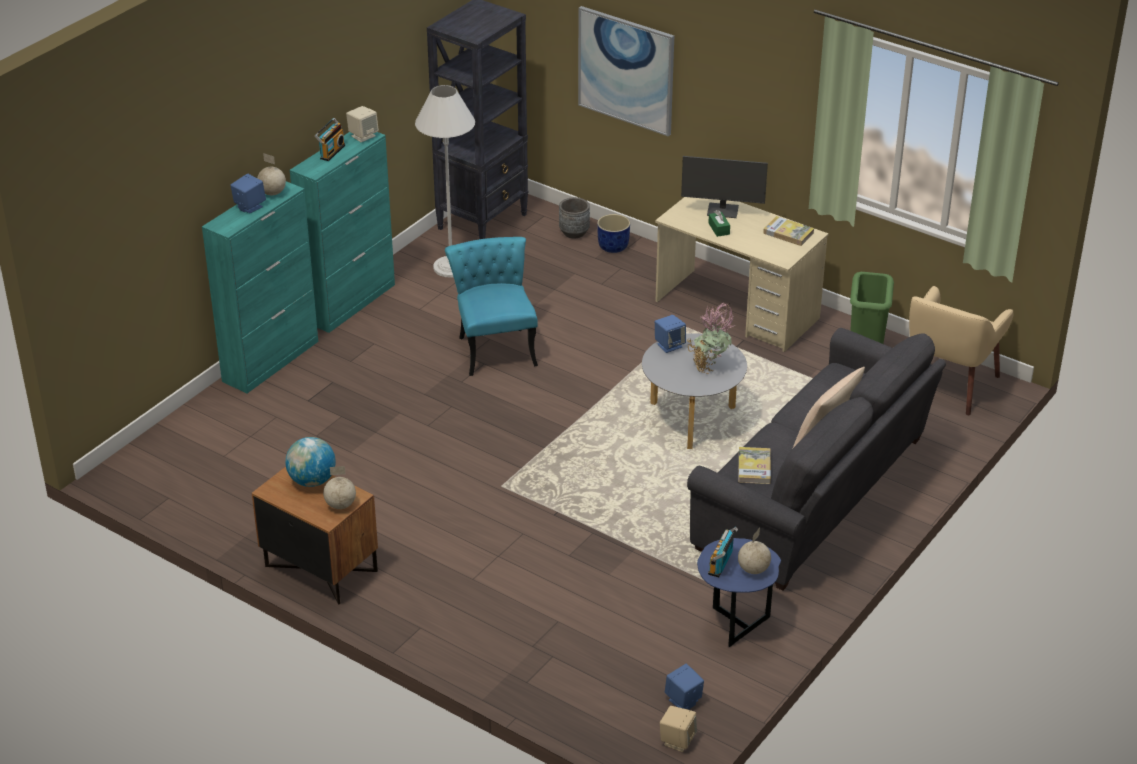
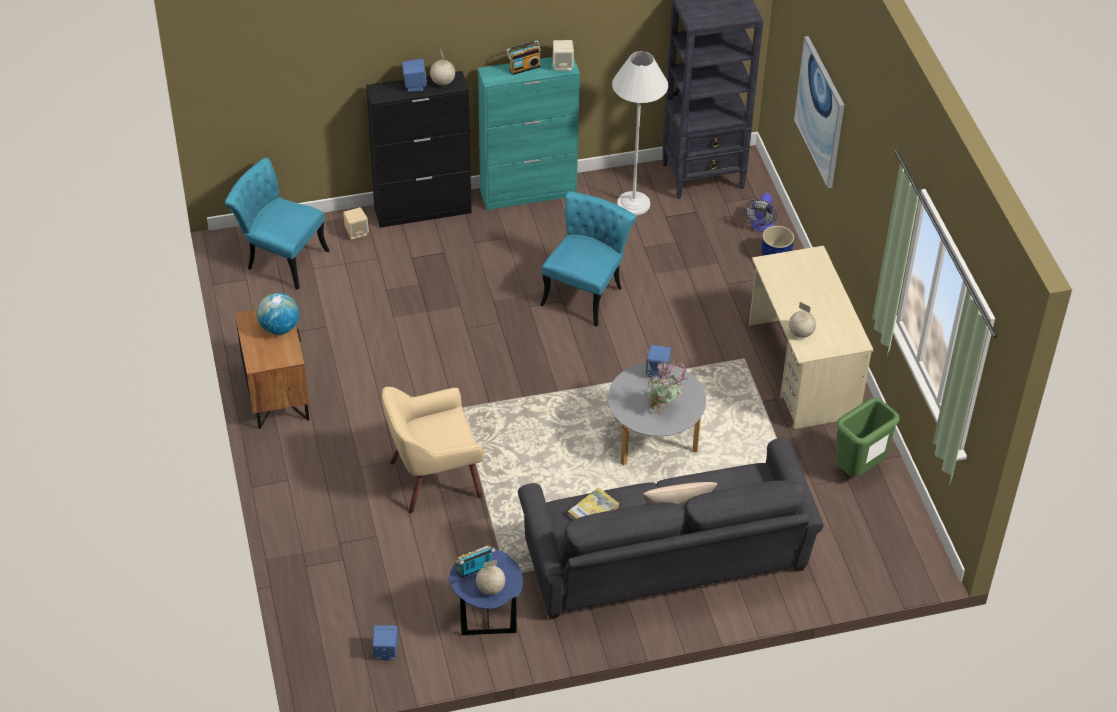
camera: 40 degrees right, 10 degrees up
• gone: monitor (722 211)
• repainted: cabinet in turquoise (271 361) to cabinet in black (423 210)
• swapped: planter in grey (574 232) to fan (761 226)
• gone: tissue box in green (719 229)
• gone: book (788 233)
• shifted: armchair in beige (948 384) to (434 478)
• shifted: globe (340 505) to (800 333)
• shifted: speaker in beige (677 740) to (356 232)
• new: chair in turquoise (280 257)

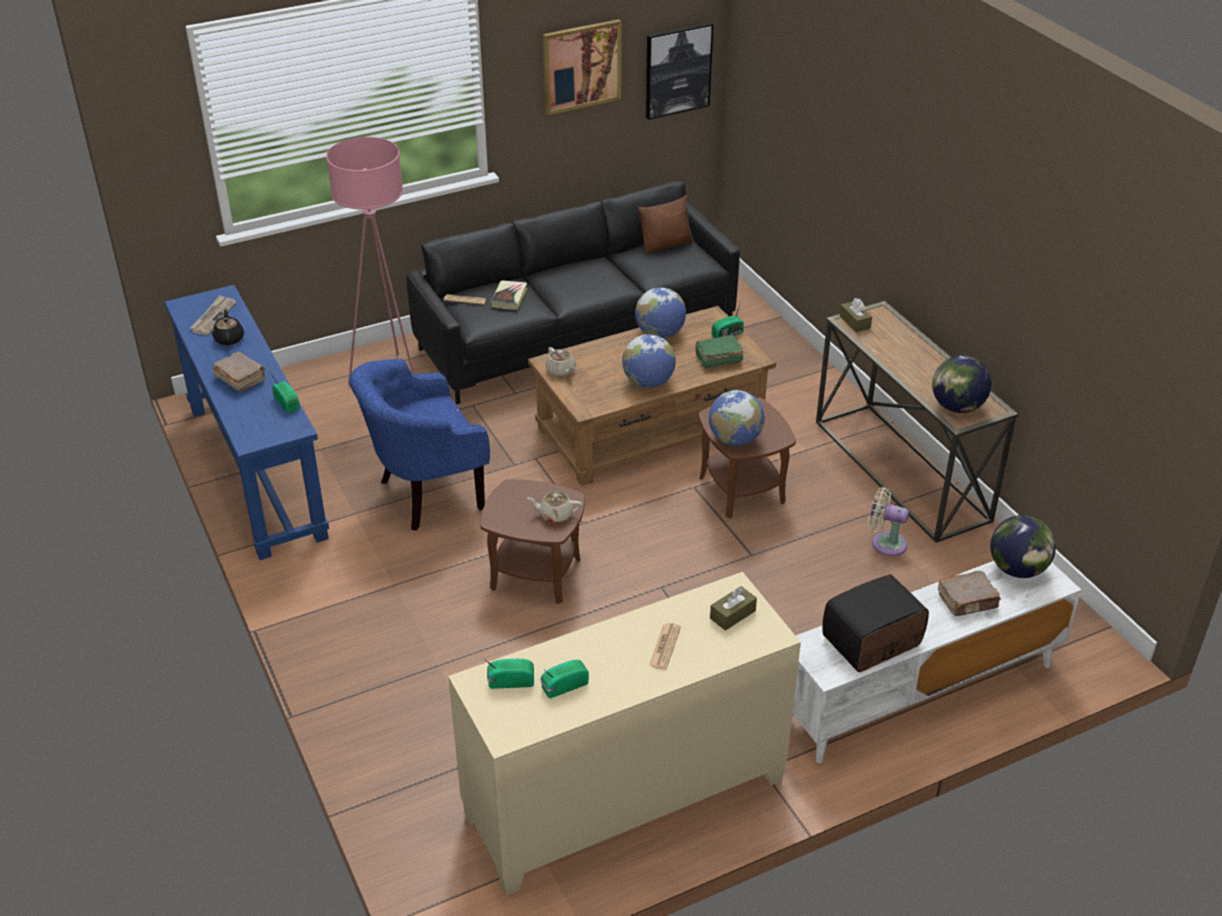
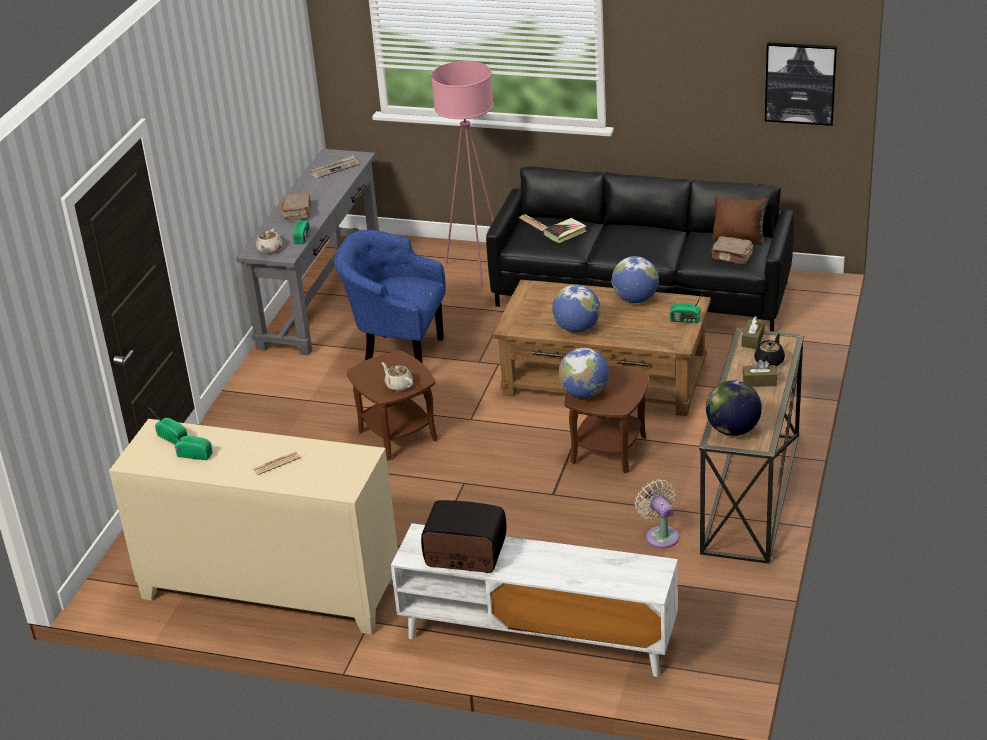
camera: 45 degrees right, 5 degrees down
• gone: picture (581 66)
• repainted: console table in blue (256 471) to console table in grey (321 296)
• shifted: teapot in black (229 338) to (769 361)
• gone: book in green (718 359)
• shifted: teapot in beige (561 371) to (269 250)
• gone: globe (1017 569)
• shifted: book in brown (968 601) to (732 257)
• shifted: tissue box in brown (732 614) to (759 381)

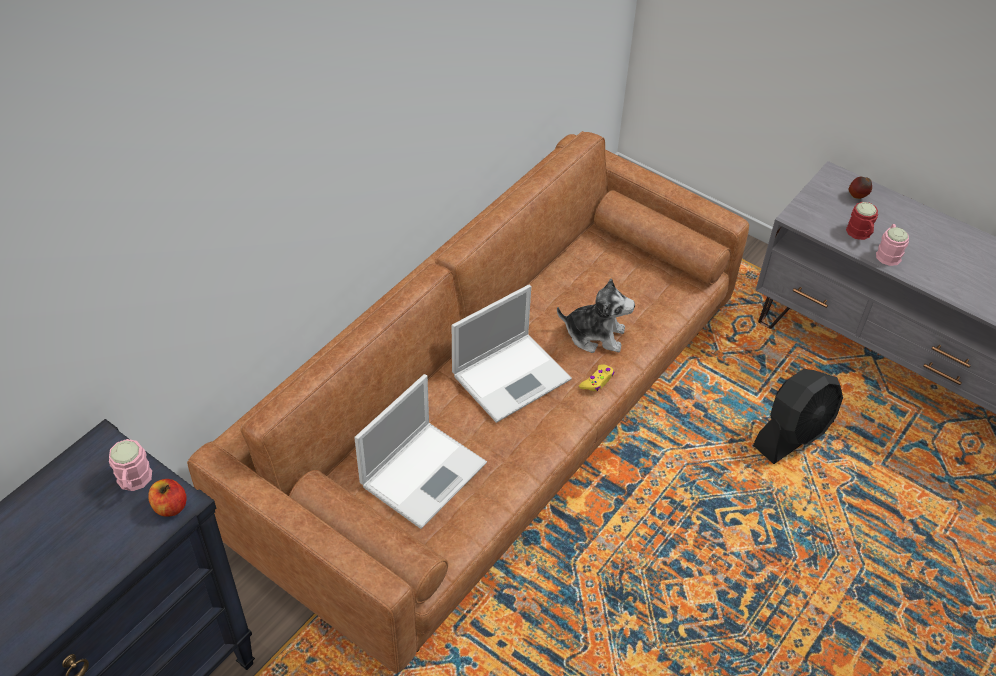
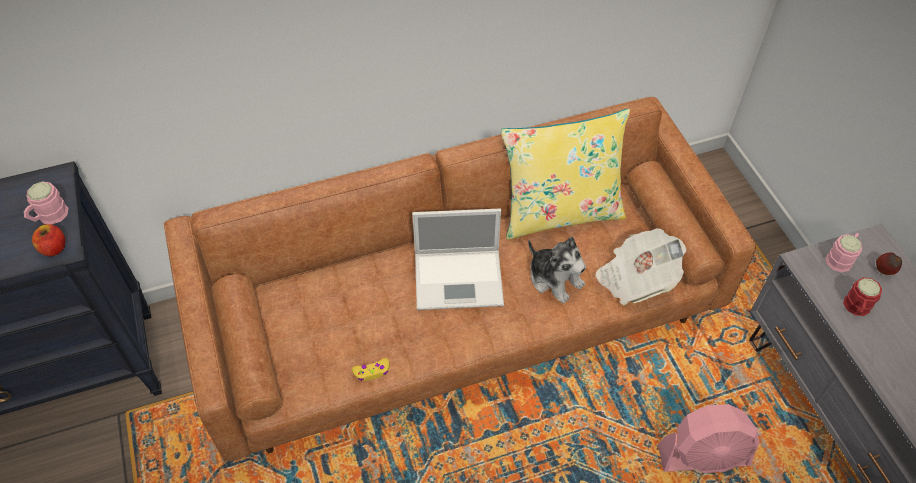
camera: 35 degrees right, 5 degrees up
• shifted: mug in pink (888 253) to (841 258)
• shifted: game controller in yellow (597 381) to (372 372)
• repainted: fan in black (793 434) to fan in pink (703 456)
• gone: laptop (424 472)
• new: pillow in yellow (560 212)
• new: newspaper (636 278)

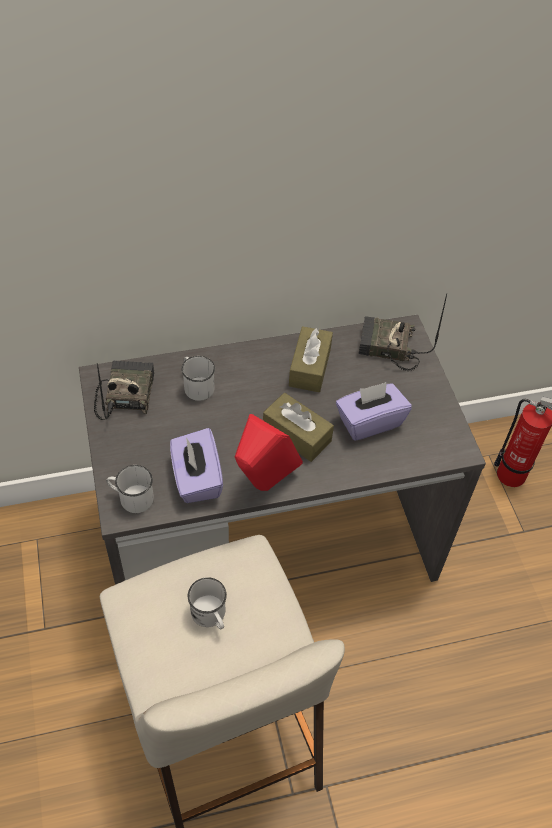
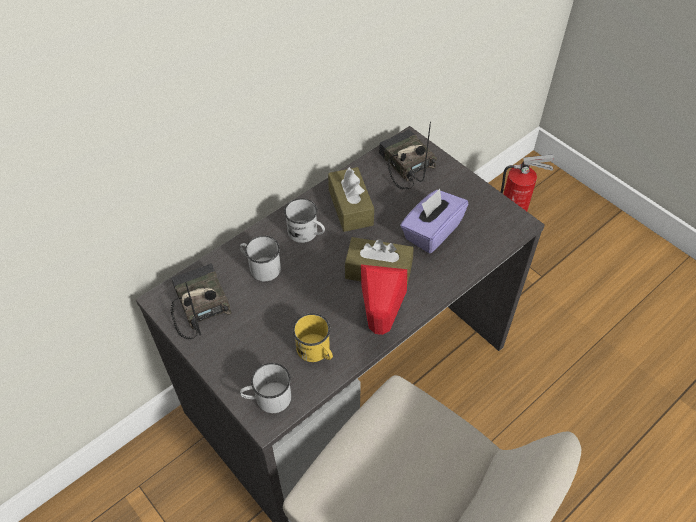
camera: 25 degrees left, 0 degrees up
• rotated: radio (387 349) = (404 164) 75 degrees clockwise
• swapped: tissue box in purple (196 479) to mug in yellow (316 352)
• shifted: mug in white (211 616) to (306 233)

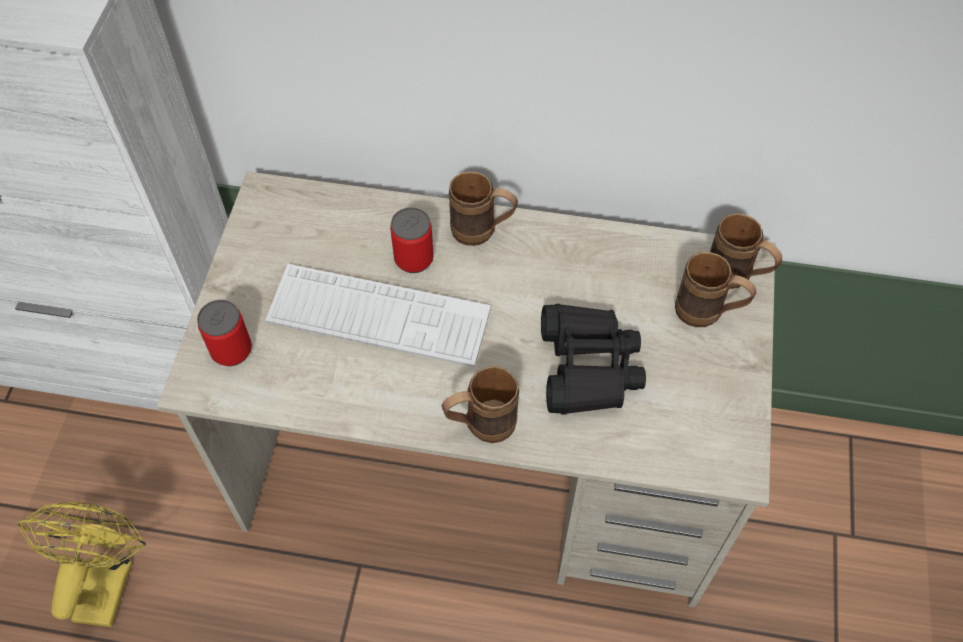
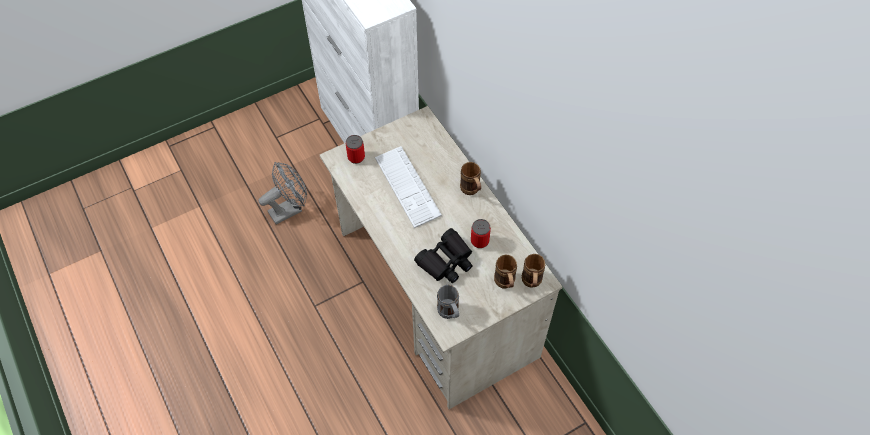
camera: 50 degrees right, 0 degrees up
• shifted: can (413 259) to (479 241)
• gone: mug in brown (480 426)
• repainted: fan in yellow (107 580) to fan in grey (289 209)
• new: mug in grey (449 314)

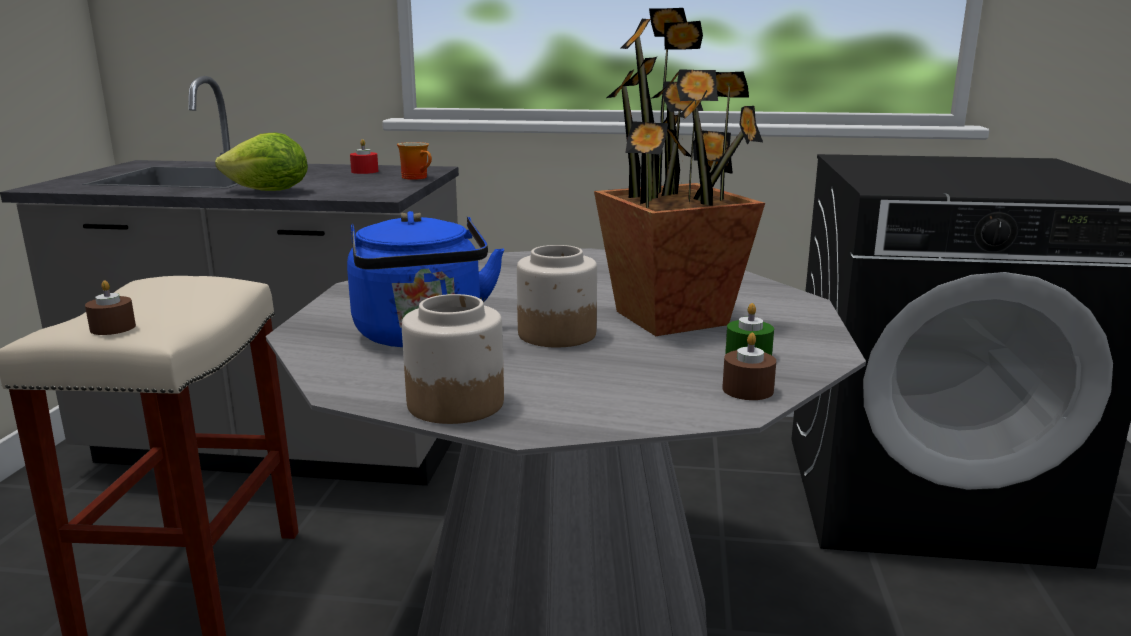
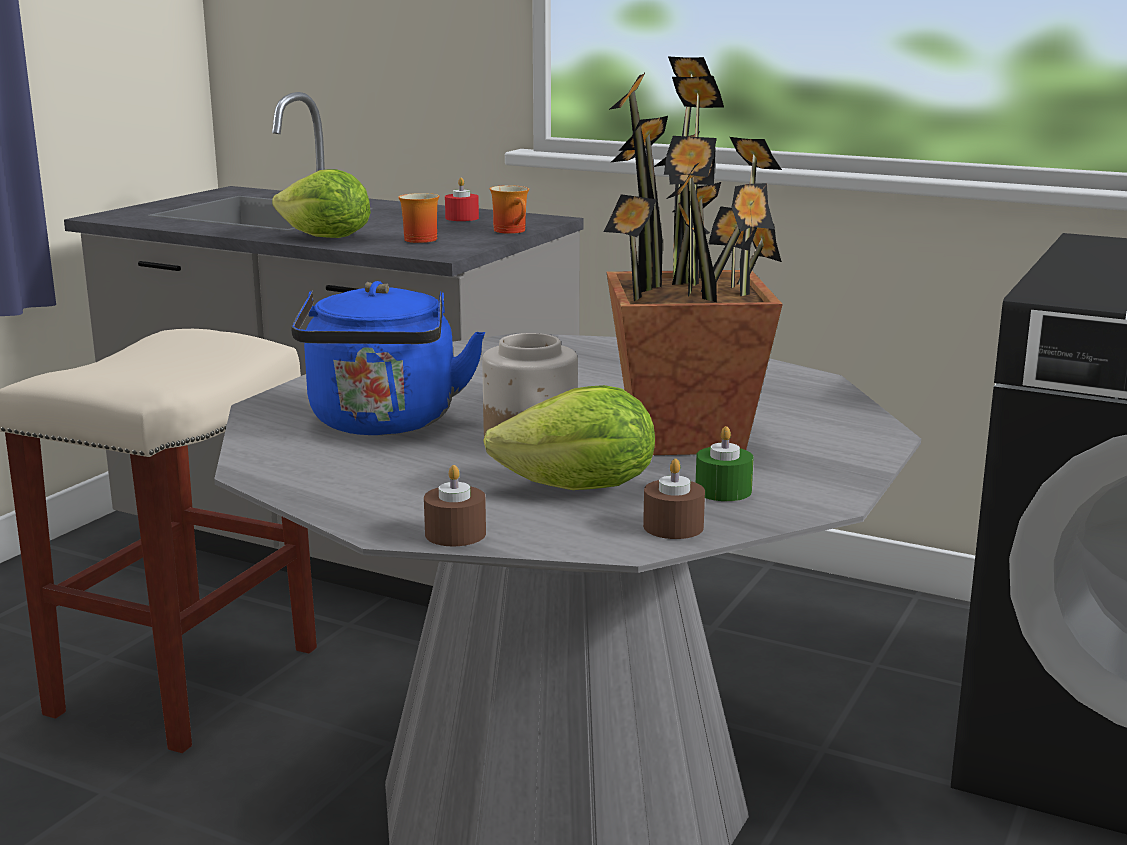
camera: 20 degrees right, 0 degrees up
• shifted: candle in brown (113 328) to (455 534)
• gone: jar (456 403)
• new: mug (417 239)
• new: lettuce (580 489)

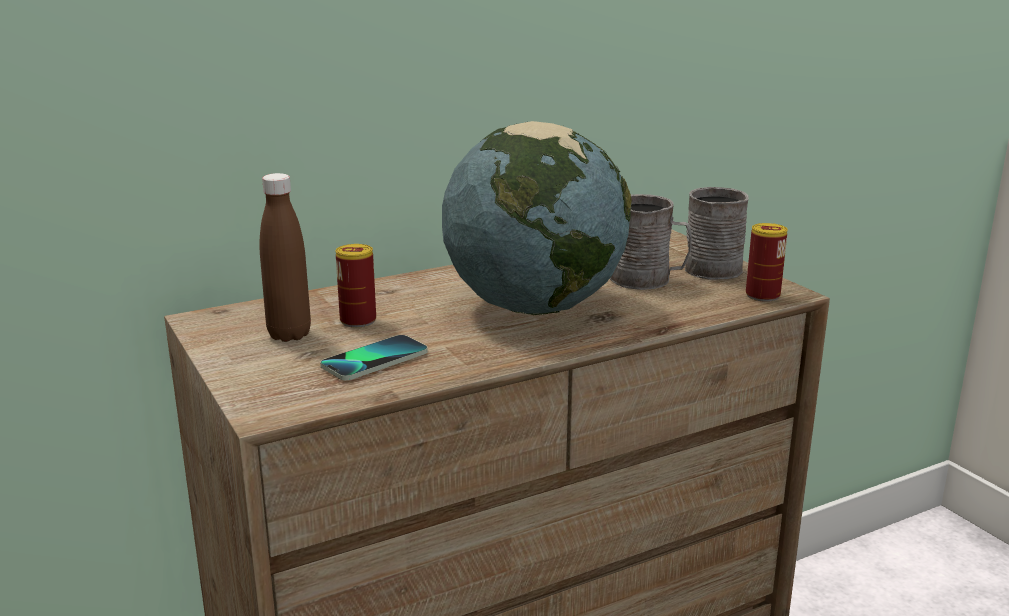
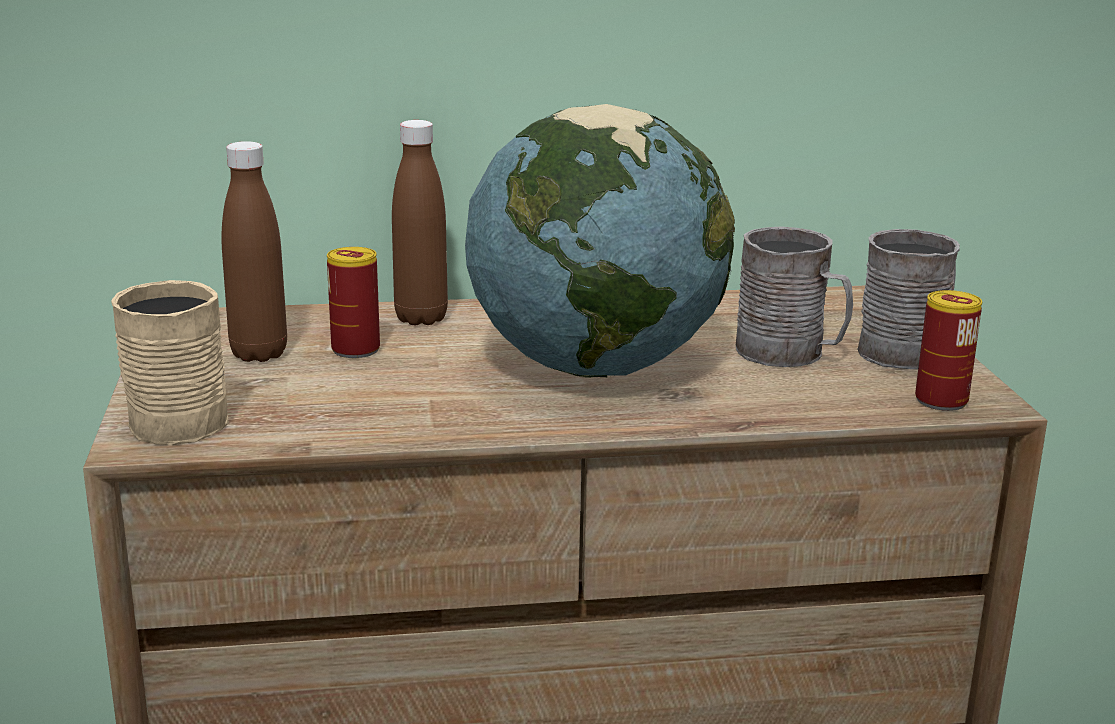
camera: 20 degrees right, 0 degrees up
• gone: phone (374 360)
• new: bottle in brown (421 318)
• new: mug in beige (176 417)

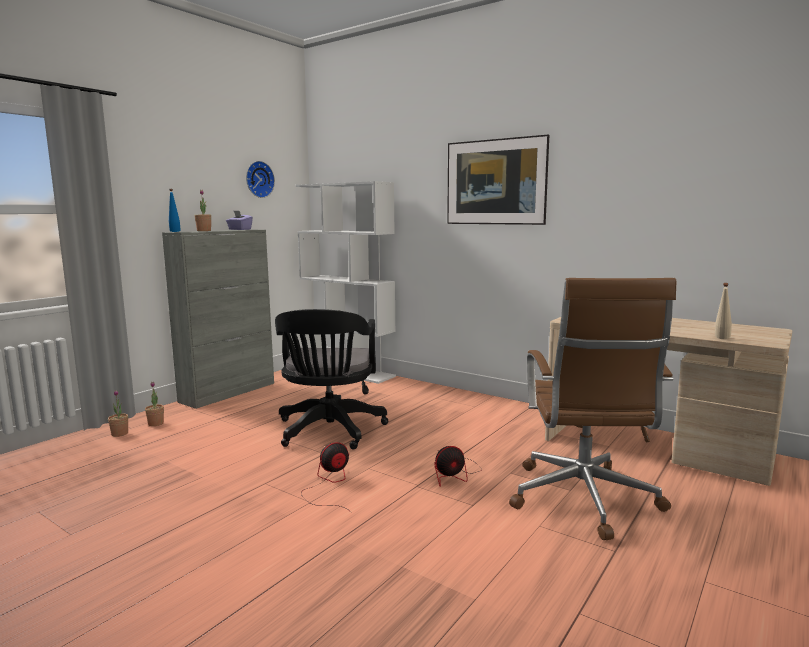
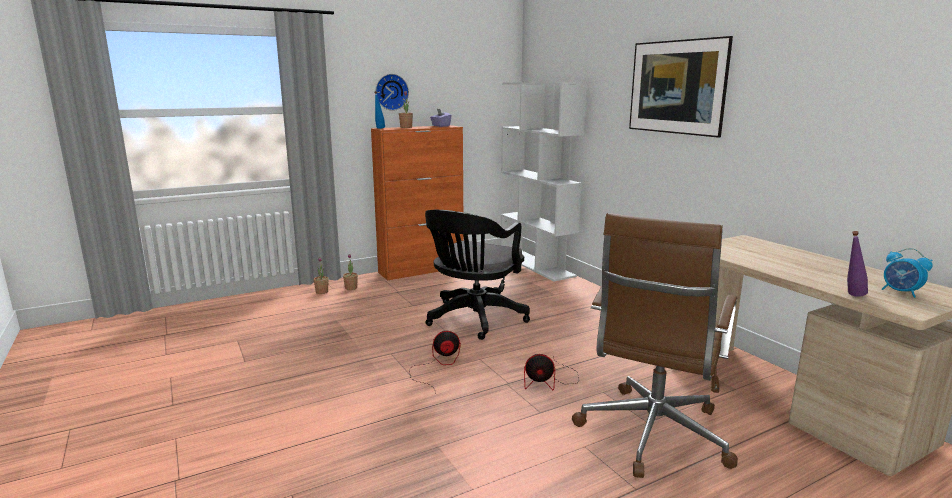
camera: 25 degrees right, 5 degrees up
• shifted: wall clock (258 179) to (391 92)
• repainted: cabinet in grey (229 392) to cabinet in orange (422 270)
• repainted: bottle in beige (721 339) to bottle in purple (851 296)
• new: alarm clock (900 292)

